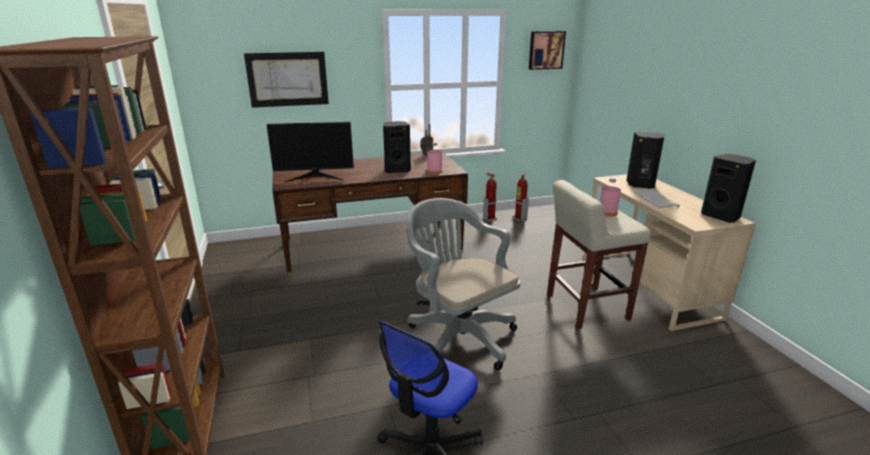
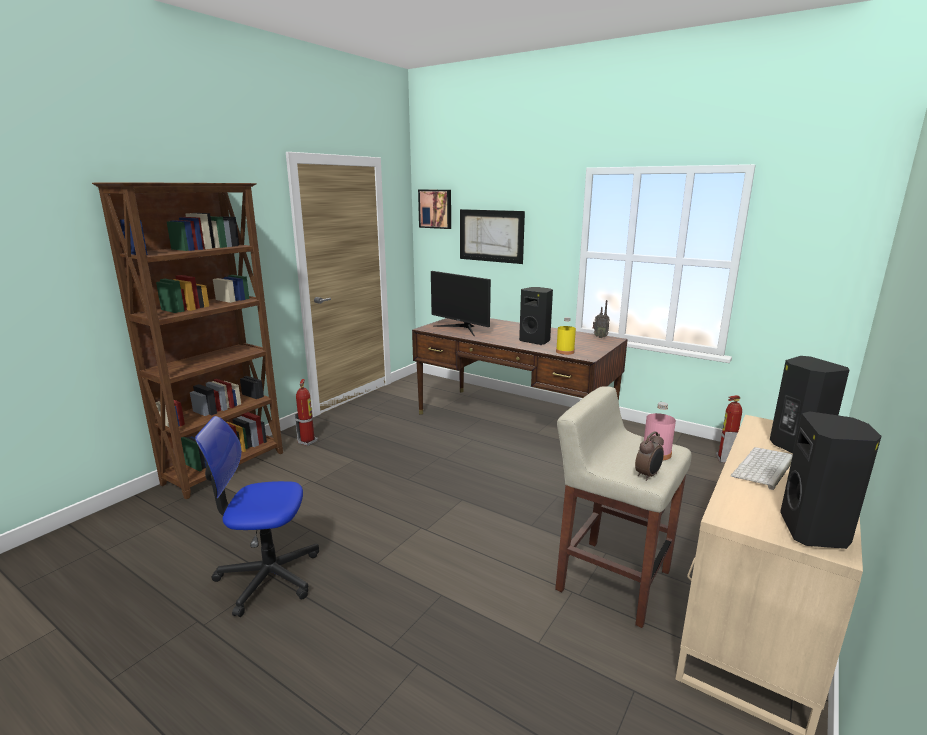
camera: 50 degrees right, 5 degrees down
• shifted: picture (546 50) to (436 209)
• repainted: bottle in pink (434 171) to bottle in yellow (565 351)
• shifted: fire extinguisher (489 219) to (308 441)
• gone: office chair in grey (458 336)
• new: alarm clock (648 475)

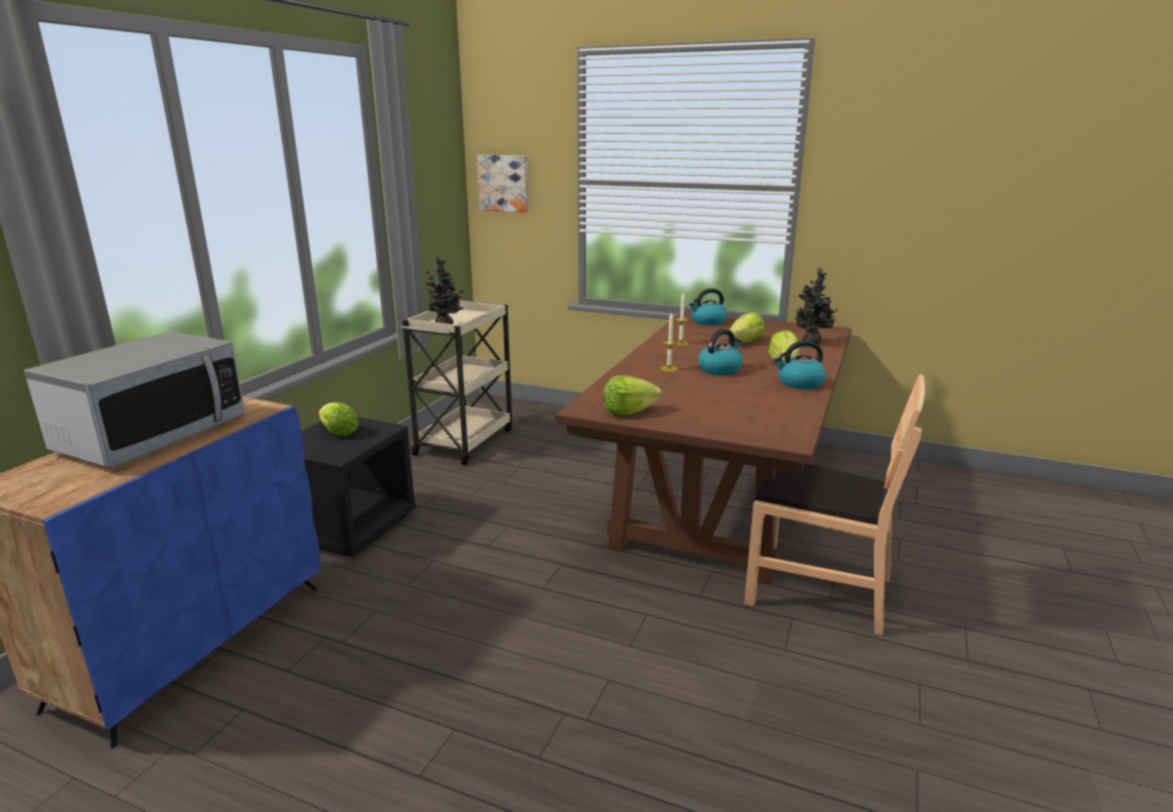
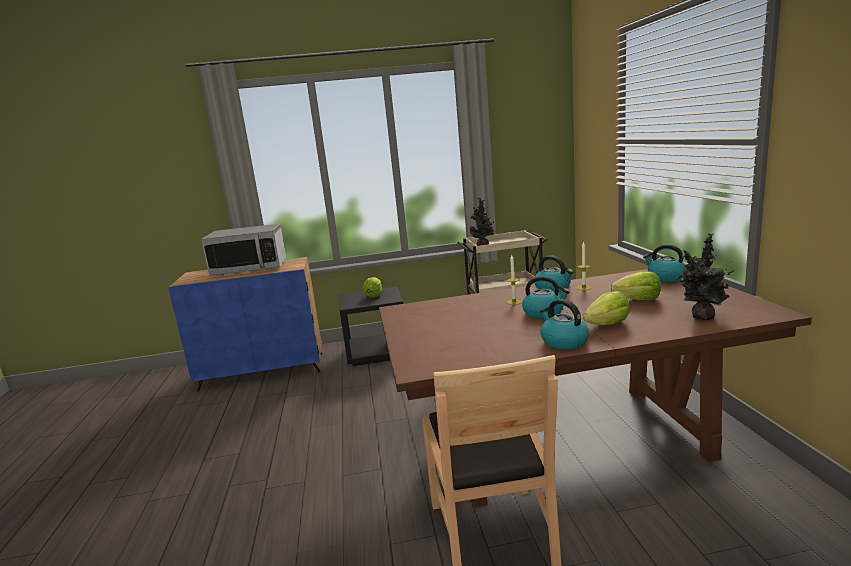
camera: 60 degrees right, 5 degrees down
• gone: picture (504 183)
• gone: lettuce (628 412)
• new: kettle (553 288)

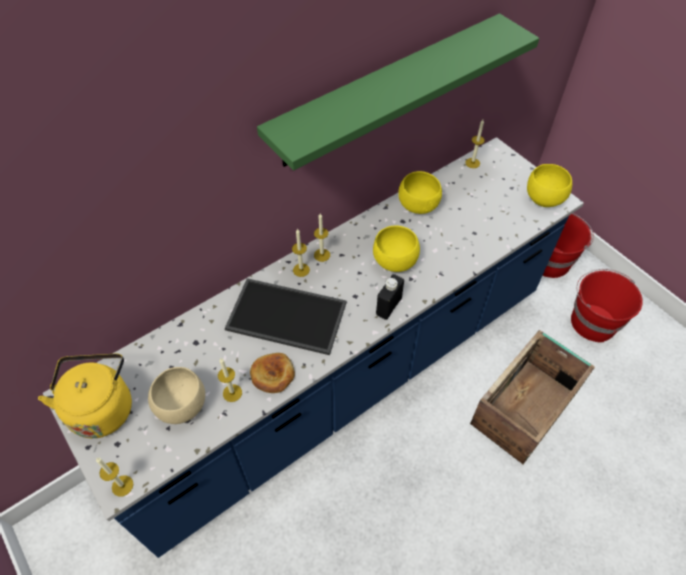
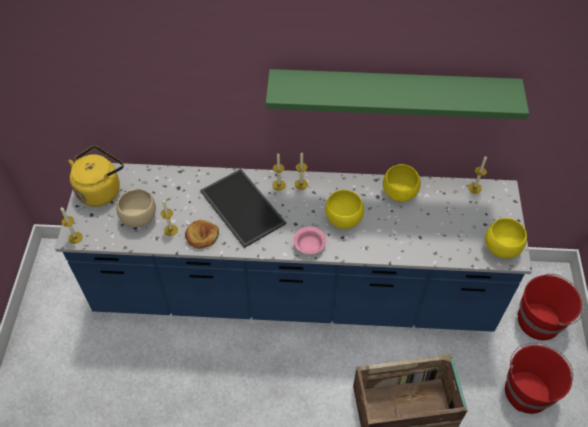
camera: 40 degrees right, 0 degrees up
• swapped: bottle in black (388 306) to bowl in pink (310 244)

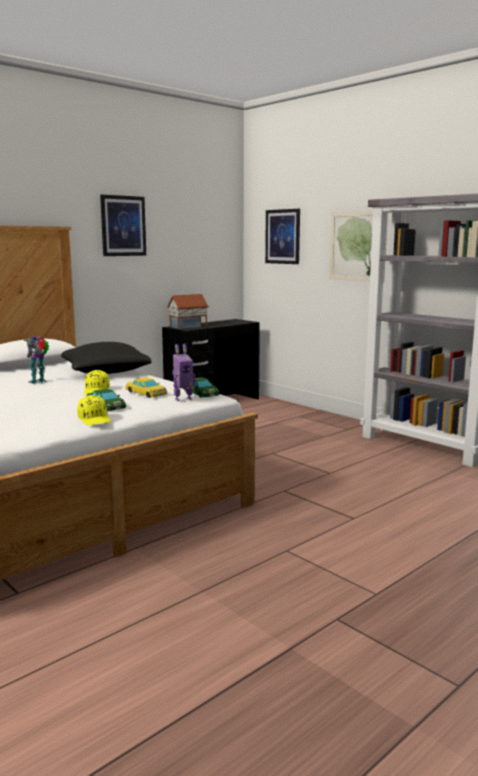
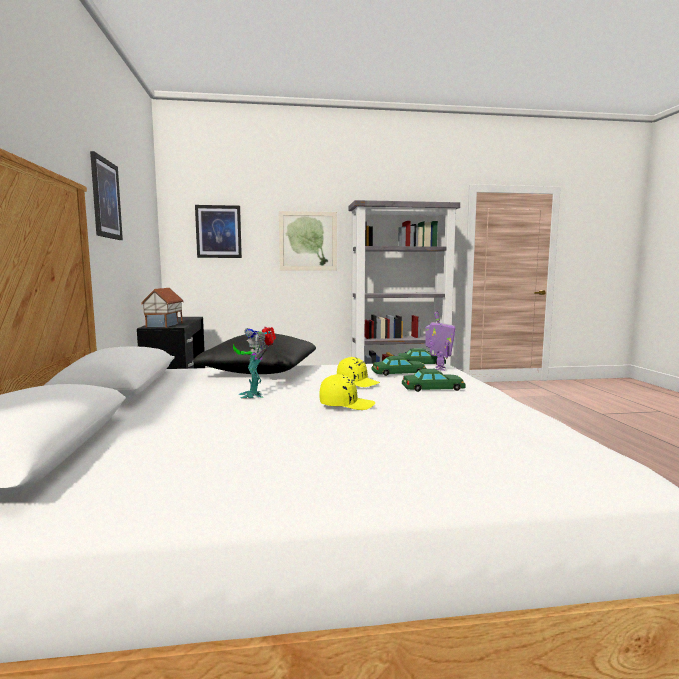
camera: 55 degrees left, 5 degrees down
• repainted: toy car in yellow (146 393) to toy car in green (399 372)
• shifted: cap in yellow (95 419) to (346 404)

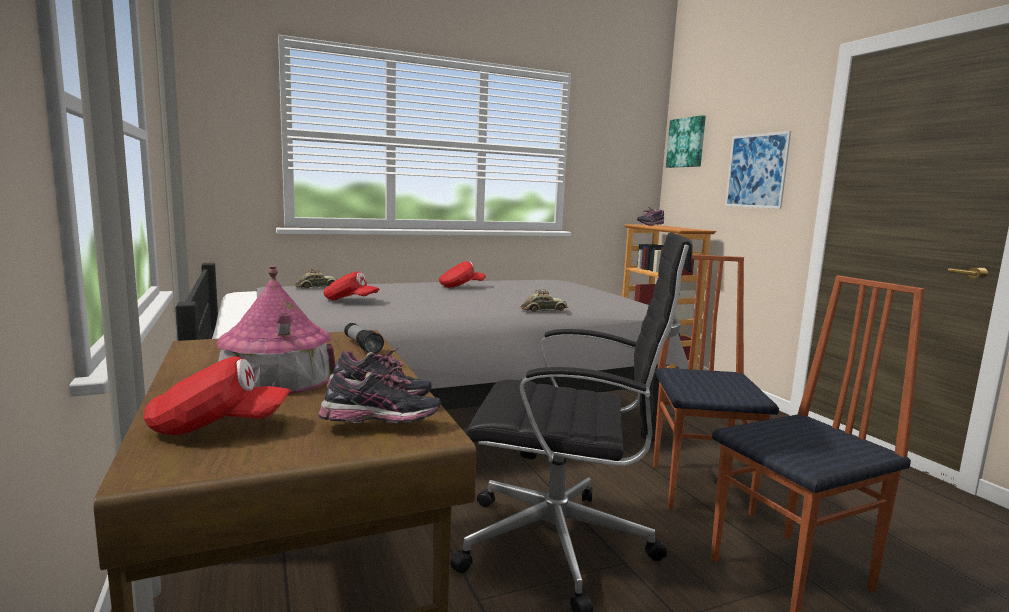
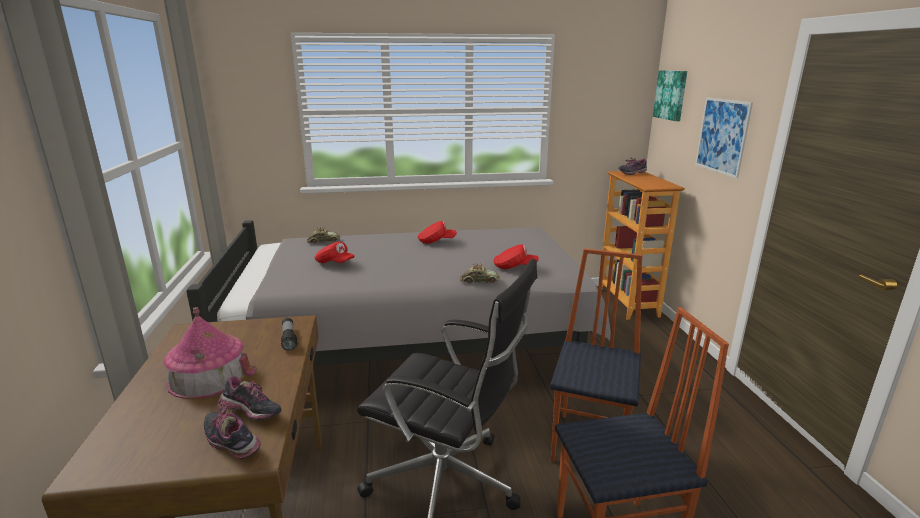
camera: 15 degrees right, 10 degrees up
• shifted: cap in red (218 427) to (515 267)
• rotated: shoe (380 427) = (233 443) 150 degrees counterclockwise

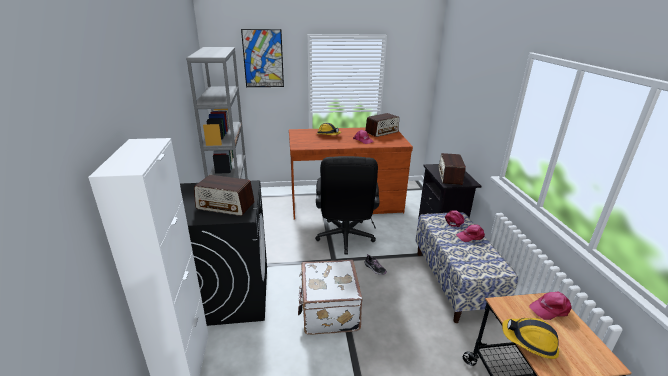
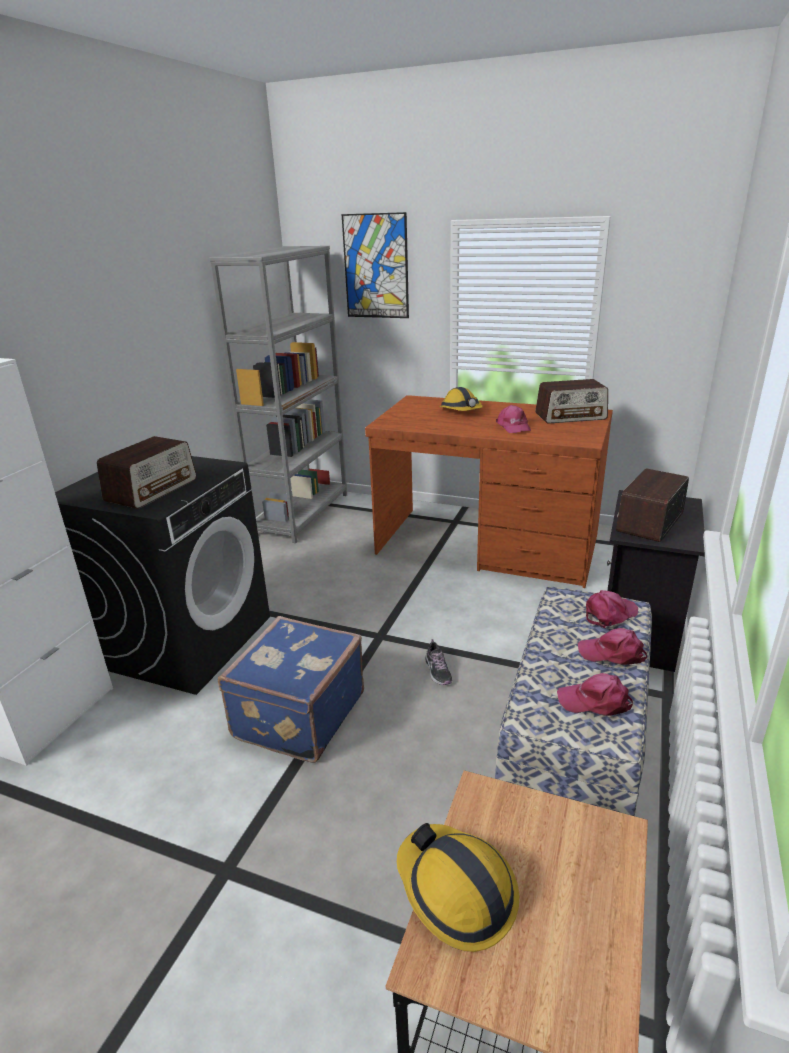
camera: 30 degrees right, 0 degrees up
• gone: office chair in black (345 239)
• rotated: radio (226 206) = (152 490) 105 degrees counterclockwise
• repainted: suitcase in white (328 311) to suitcase in blue (297 715)
• shifted: cap in pink (550 308) to (595 701)

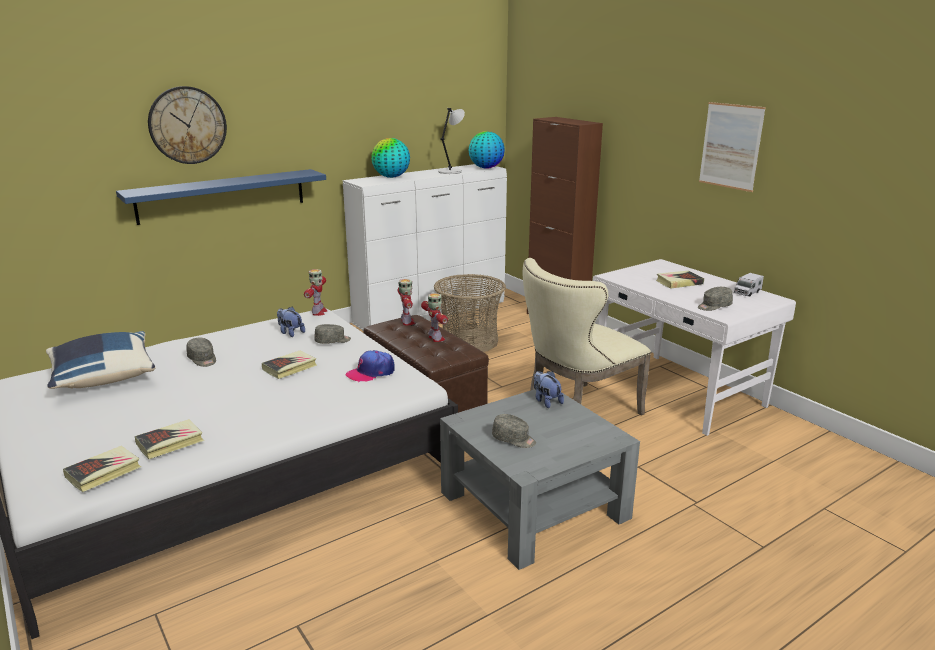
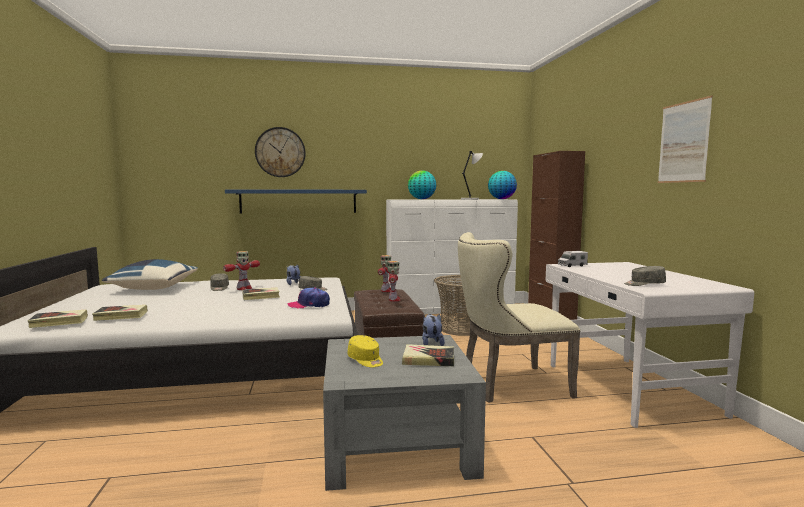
camera: 25 degrees right, 15 degrees down
• shifted: toy robot (319 312) to (244 288)
• shifted: book (679 282) to (428 360)
• shifted: toy truck (747 292) to (572 265)
• repainted: cap in grey (514 439) to cap in yellow (366 360)

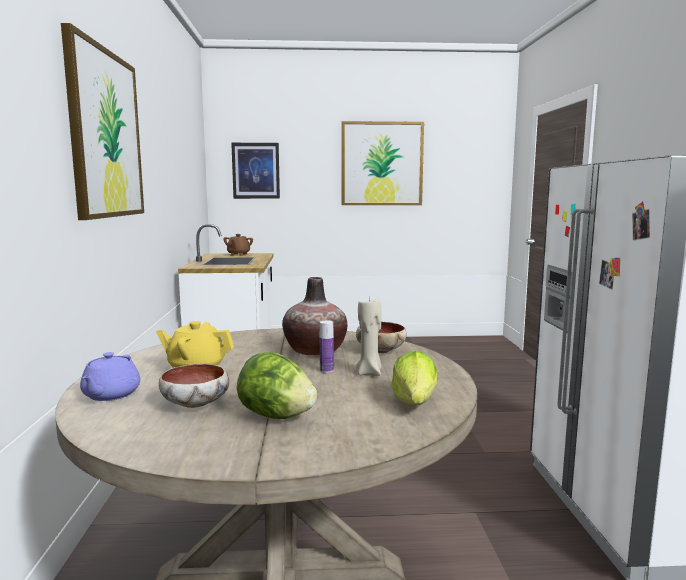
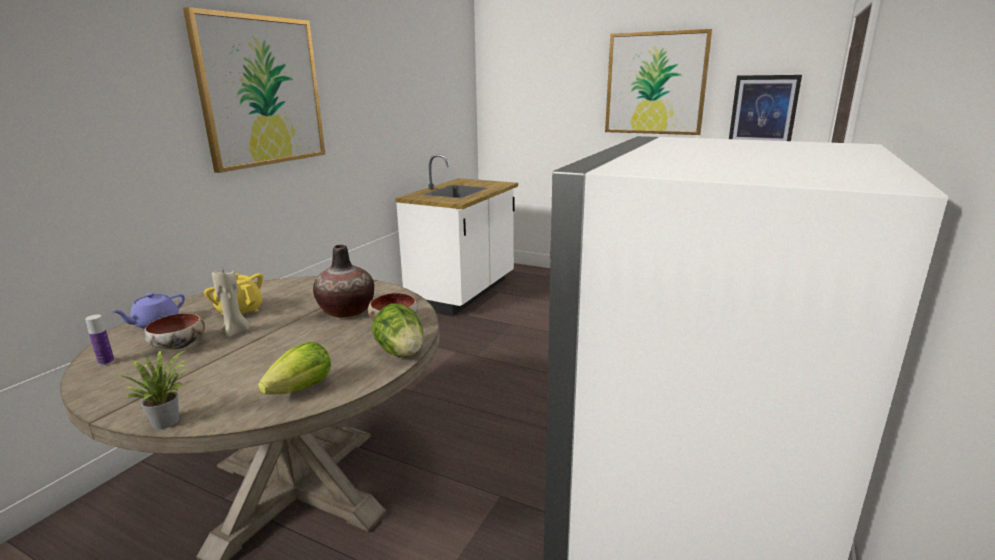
camera: 30 degrees right, 10 degrees up
• shifted: picture (256 171) to (763 111)
• gone: teapot in brown (238 254)
• shifted: candle in beige (369 373) to (236 332)
• shifted: bottle (326 370) to (106 362)
• shifted: lettuce (276 416) to (401 352)
• new: potted plant (167 420)

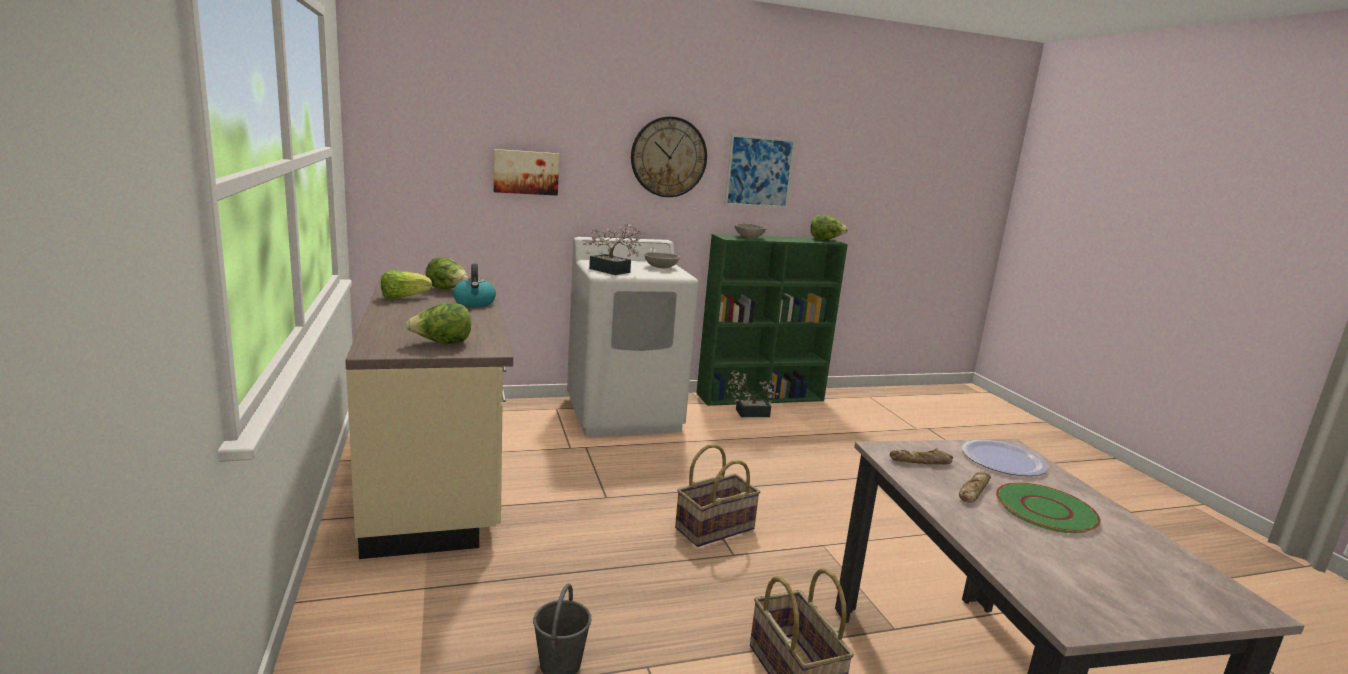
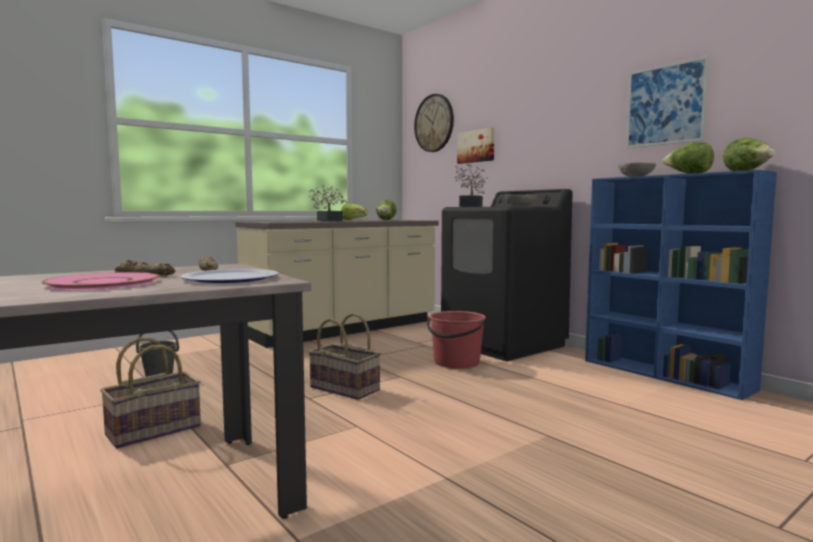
camera: 70 degrees right, 10 degrees down
• shifted: wall clock (668 157) to (434 123)
• repainted: bookcase in green (761 397) to bookcase in blue (666 374)
• repainted: washing machine in white (624 414) to washing machine in black (503 344)
• gone: kettle (474 303)
• shifted: lettuce (442 343) to (688 174)
• shifted: potted plant (748 413) to (328 220)
• repainted: plate in green (1046 509) to plate in pink (103 283)
• new: bucket in red (456 362)

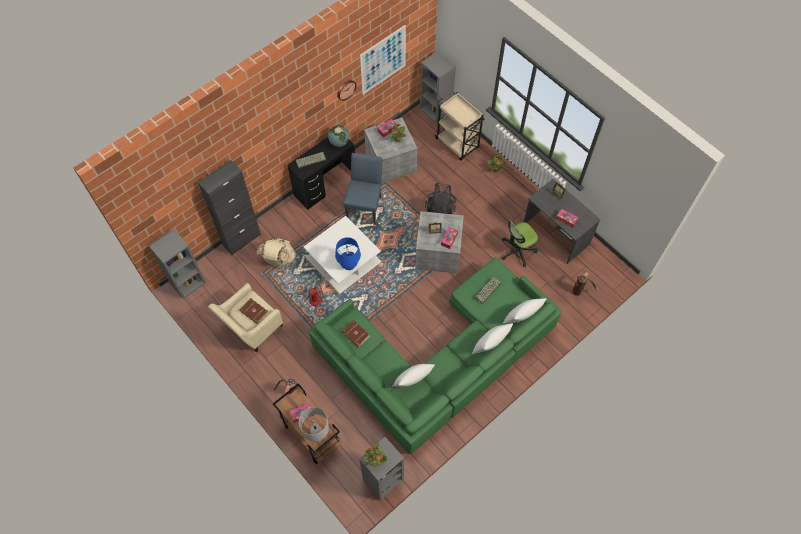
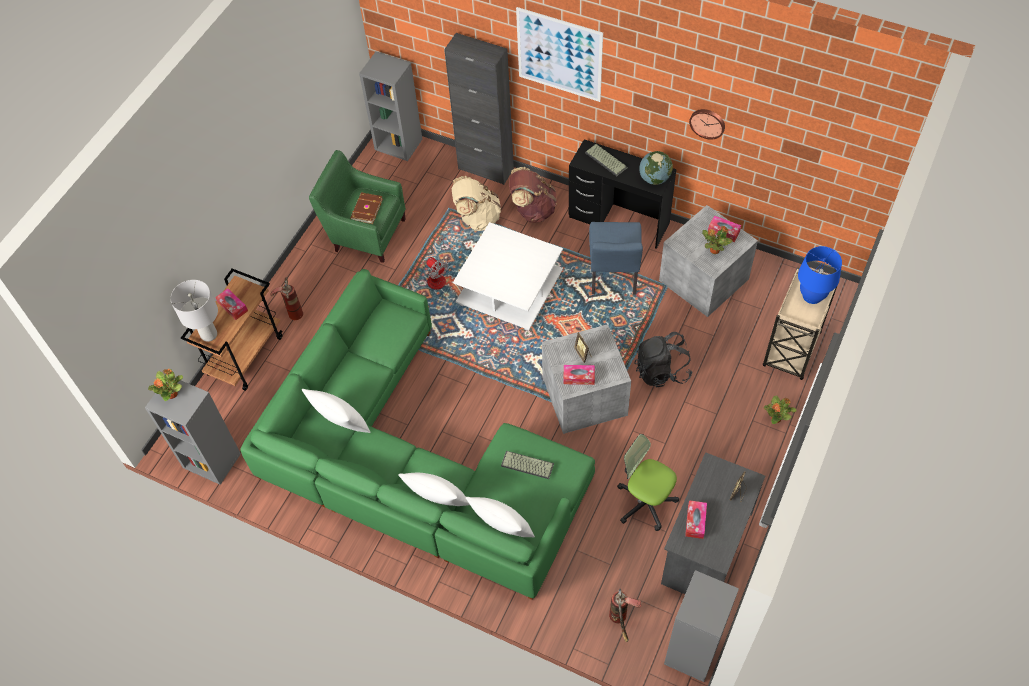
camera: 70 degrees right, 5 degrees down
• shifted: picture (383 60) to (559 55)
• shifted: bookcase in grey (436 110) to (693 651)
• rotated: chair in blue (365 205) = (613 278) 105 degrees clockwise
• shifted: table lamp in blue (349 264) to (812 295)
• repainted: armchair in beige (251 328) to armchair in green (365 232)
• gone: book in brown (355 334)
• new: backpack in brown (532 210)

